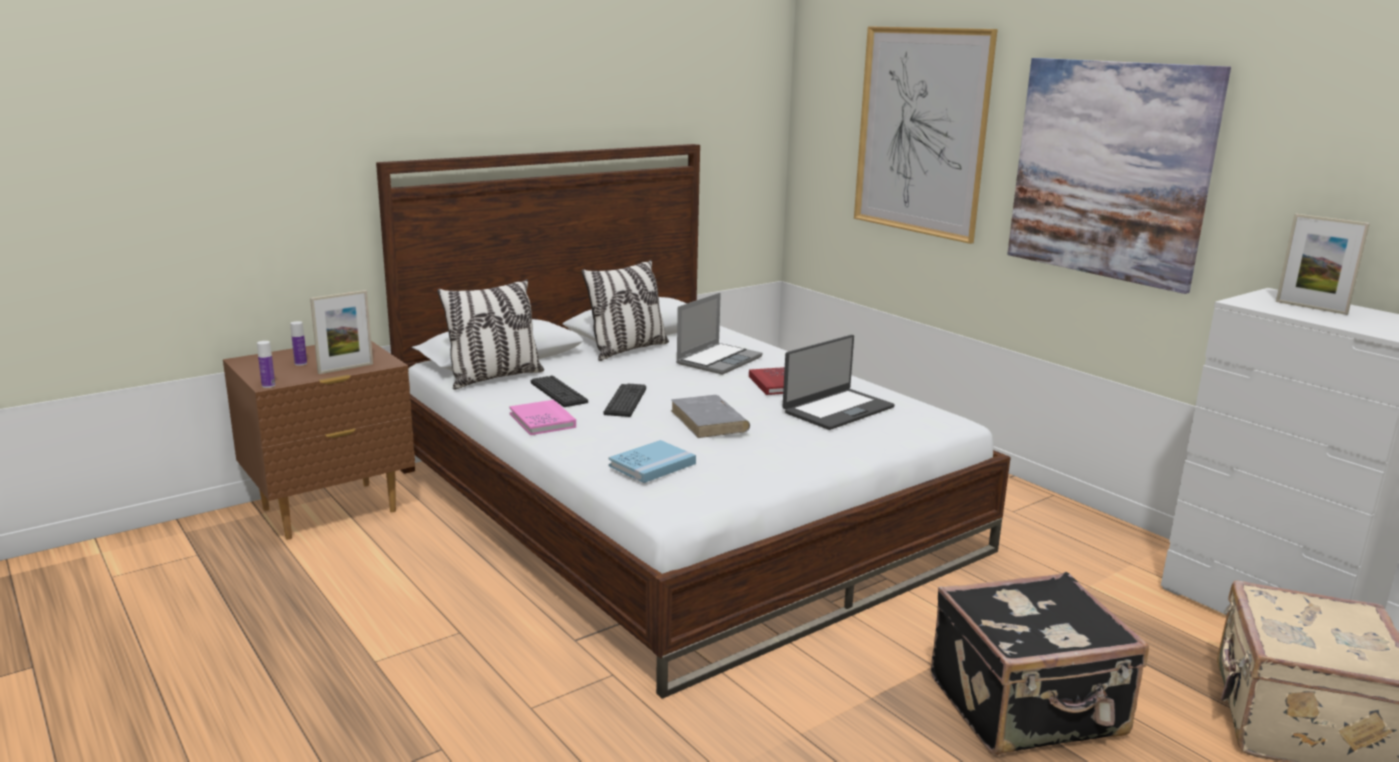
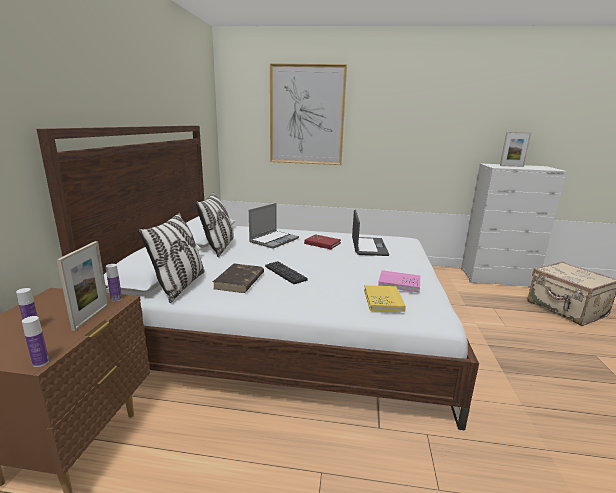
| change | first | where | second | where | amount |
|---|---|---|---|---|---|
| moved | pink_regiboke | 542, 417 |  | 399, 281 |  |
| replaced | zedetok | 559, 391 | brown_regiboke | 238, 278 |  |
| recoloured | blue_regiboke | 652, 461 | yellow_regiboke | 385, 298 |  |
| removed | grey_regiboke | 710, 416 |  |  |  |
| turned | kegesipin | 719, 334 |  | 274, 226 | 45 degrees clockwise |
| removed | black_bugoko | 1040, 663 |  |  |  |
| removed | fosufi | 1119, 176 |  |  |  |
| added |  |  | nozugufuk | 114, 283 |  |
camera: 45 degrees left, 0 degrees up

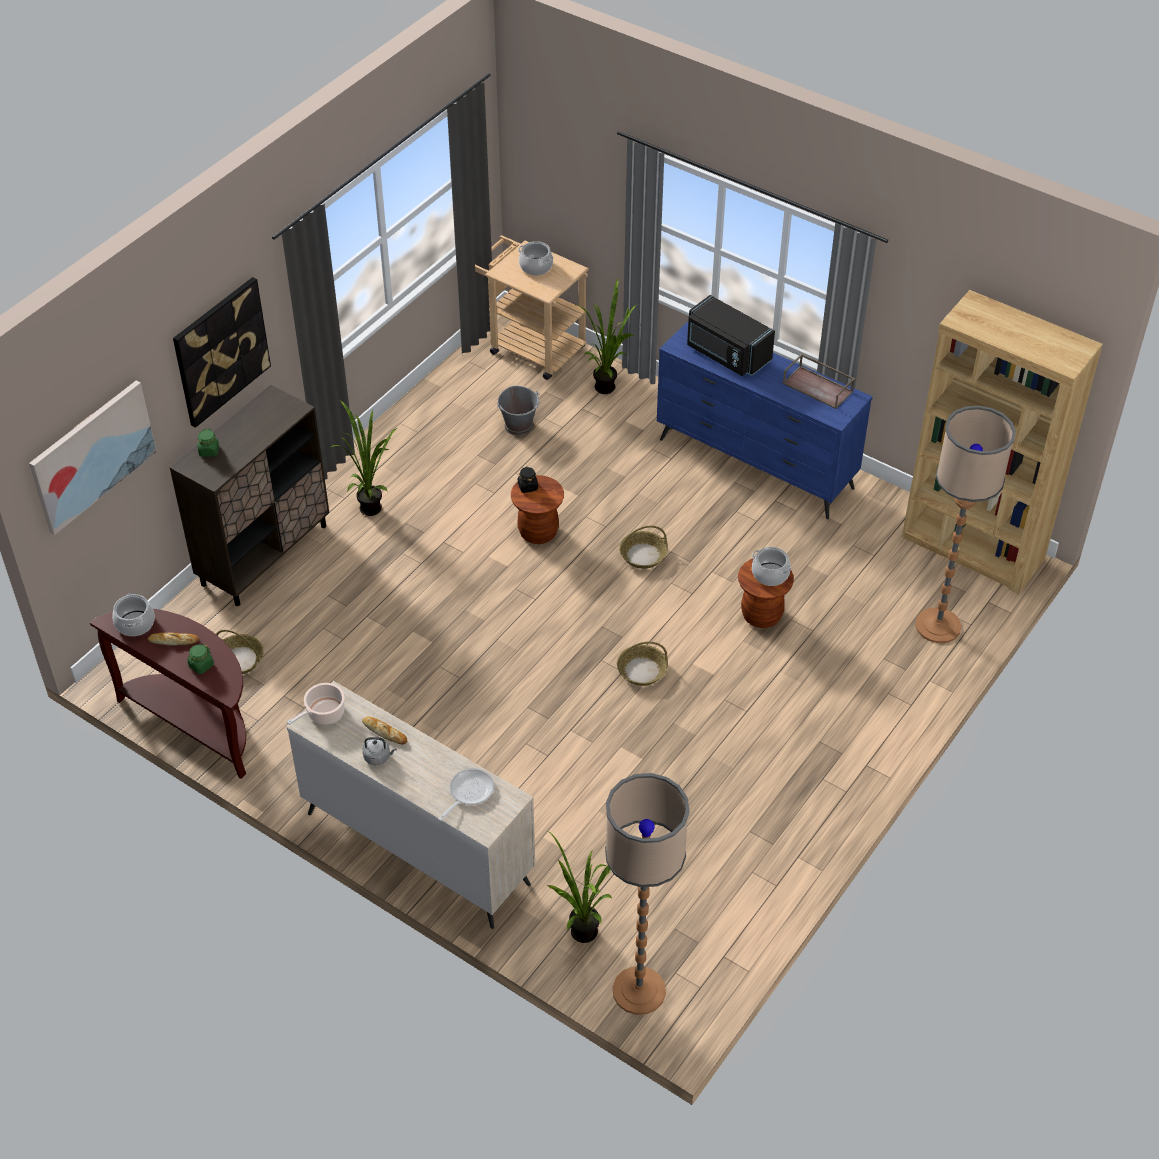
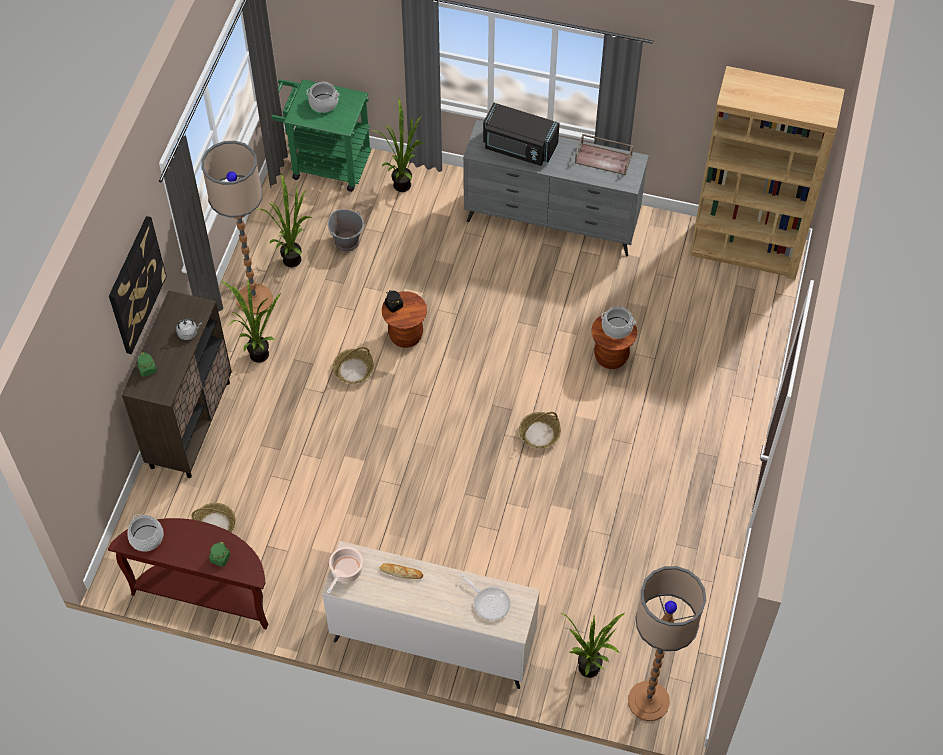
| change | first | where | second | where | amount |
|---|---|---|---|---|---|
| removed | fosufi | 93, 458 |  |  |  |
| removed | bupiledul | 173, 639 |  |  |  |
| moved | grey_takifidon | 379, 751 |  | 189, 329 |  |
| turned | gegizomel | 466, 794 |  | 486, 597 | 120 degrees clockwise |
| recoloured | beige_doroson | 532, 307 | green_doroson | 322, 135 |  |
| moved | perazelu | 643, 547 |  | 353, 365 |  |
| recoloured | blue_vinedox | 765, 420 | grey_vinedox | 556, 188 |  |
| moved | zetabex | 965, 524 |  | 237, 227 |  |
| added |  |  | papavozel | 284, 220 |  |
camera: 20 degrees left, 10 degrees up

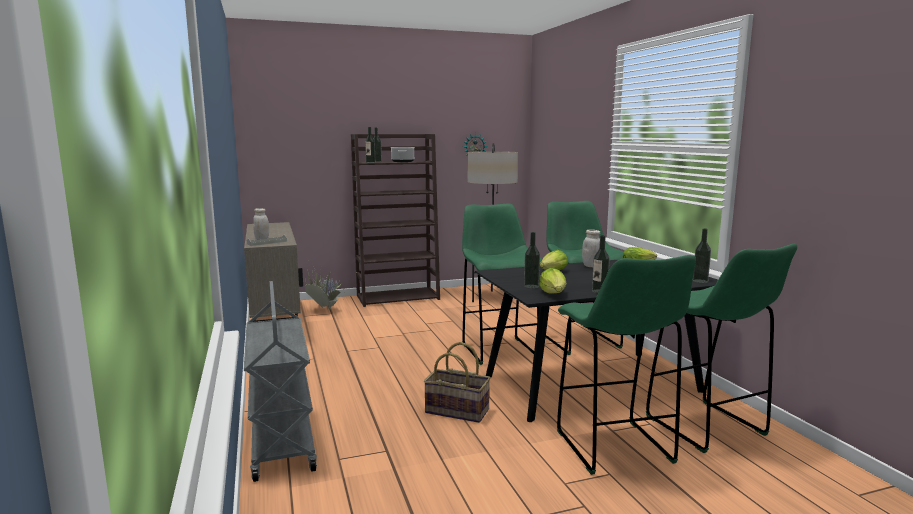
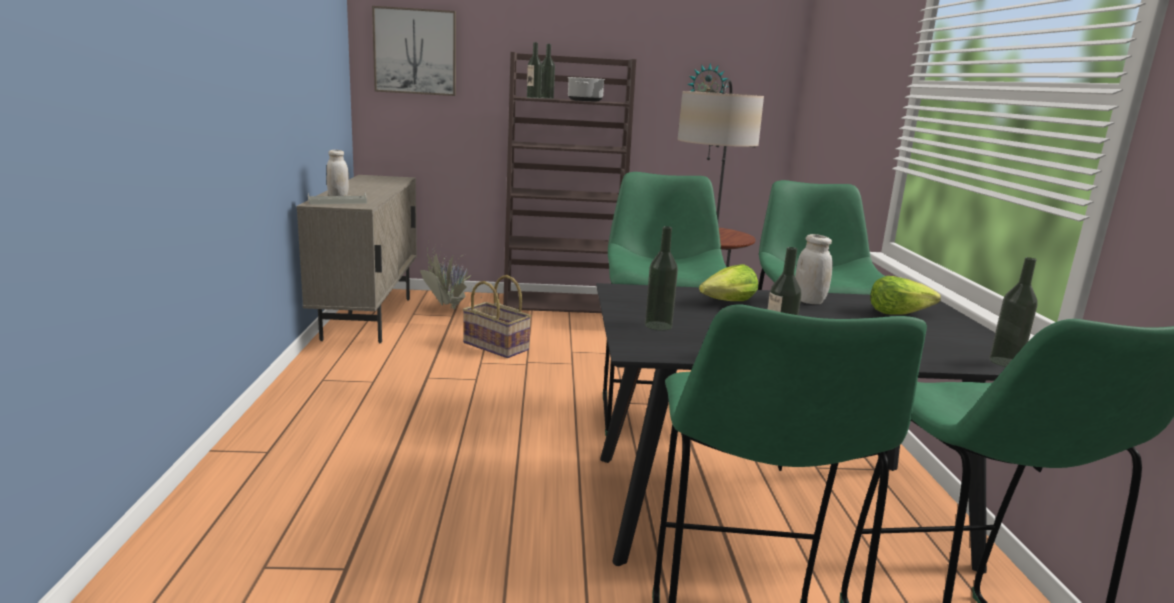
| change | first | where | second | where | amount |
|---|---|---|---|---|---|
| removed | grey_doroson | 280, 381 |  |  |  |
| moved | perazelu | 457, 382 |  | 496, 316 |  |
| removed | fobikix | 553, 280 |  |  |  |
| added |  |  | fosufi | 414, 51 |  |
camera: 15 degrees right, 5 degrees up

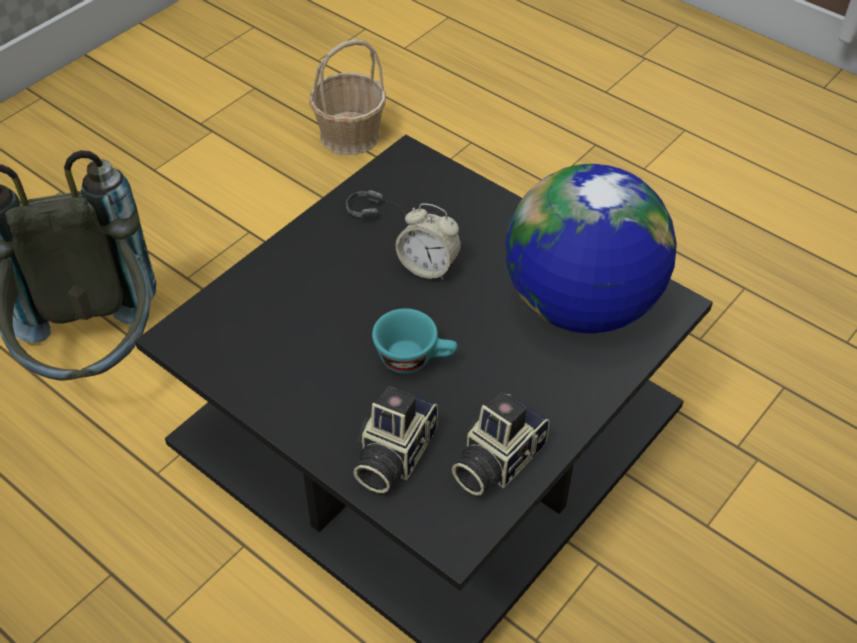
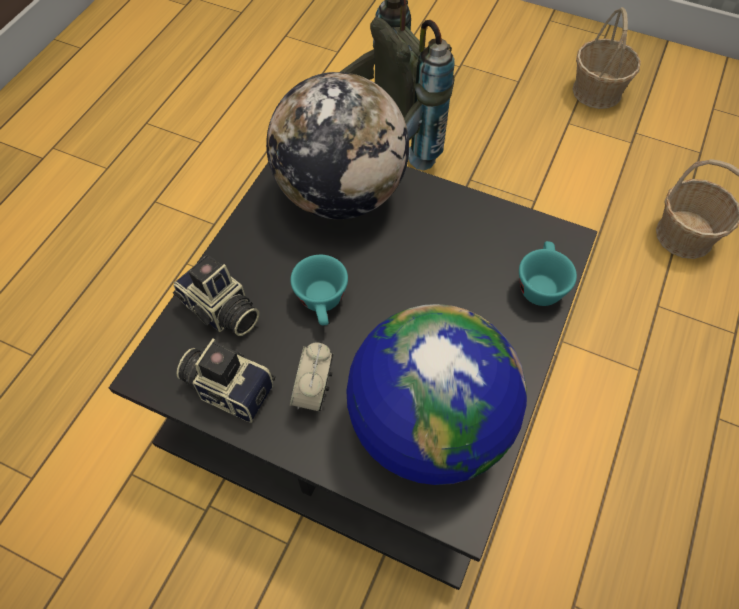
| change | first | where | second | where | amount |
|---|---|---|---|---|---|
| removed | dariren | 394, 205 |  |  |  |
| turned | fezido | 395, 439 |  | 216, 295 | 150 degrees counterclockwise |
| moved | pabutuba | 428, 241 |  | 311, 377 |  |
| added |  |  | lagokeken | 337, 145 |  |
| added |  |  | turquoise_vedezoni | 548, 273 |  |
| added |  |  | perazelu | 606, 58 |  |
camera: 75 degrees right, 10 degrees up

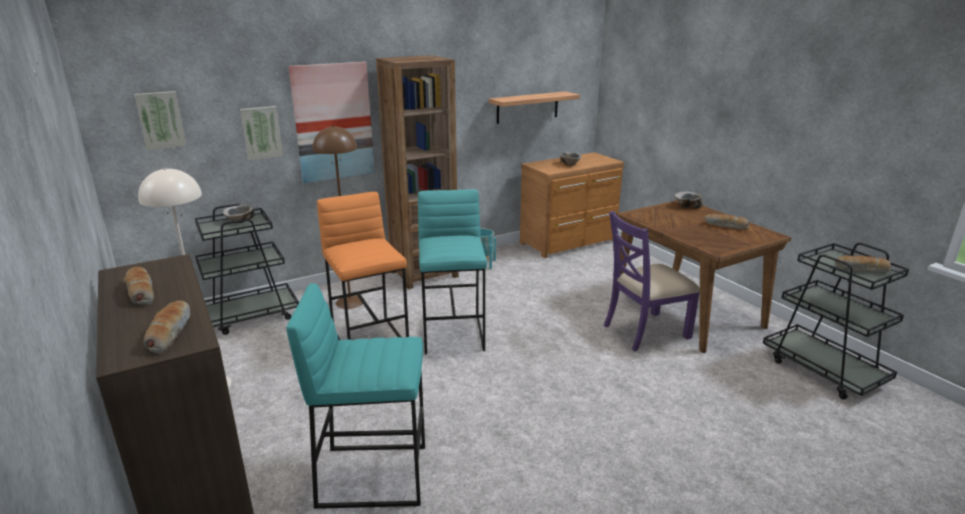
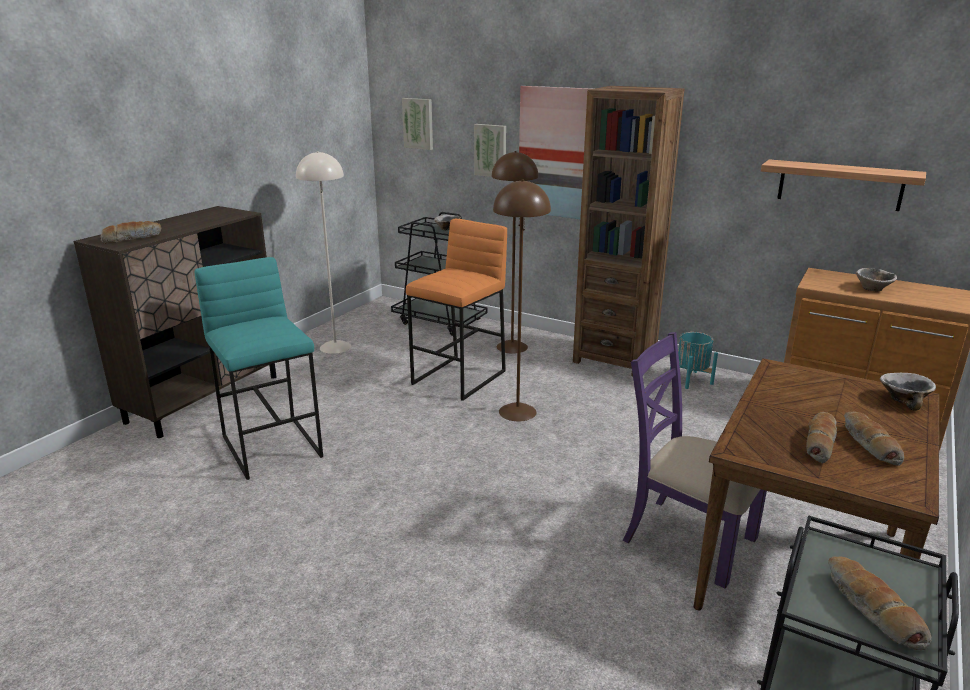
| change | first | where | second | where | amount |
|---|---|---|---|---|---|
| moved | bupiledul | 138, 286 |  | 821, 438 |  |
| replaced | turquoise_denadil | 452, 271 | brown_zetabex | 522, 300 |  |
camera: 60 degrees right, 0 degrees up

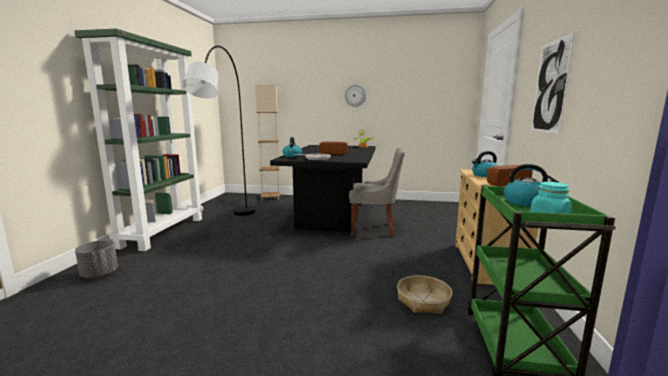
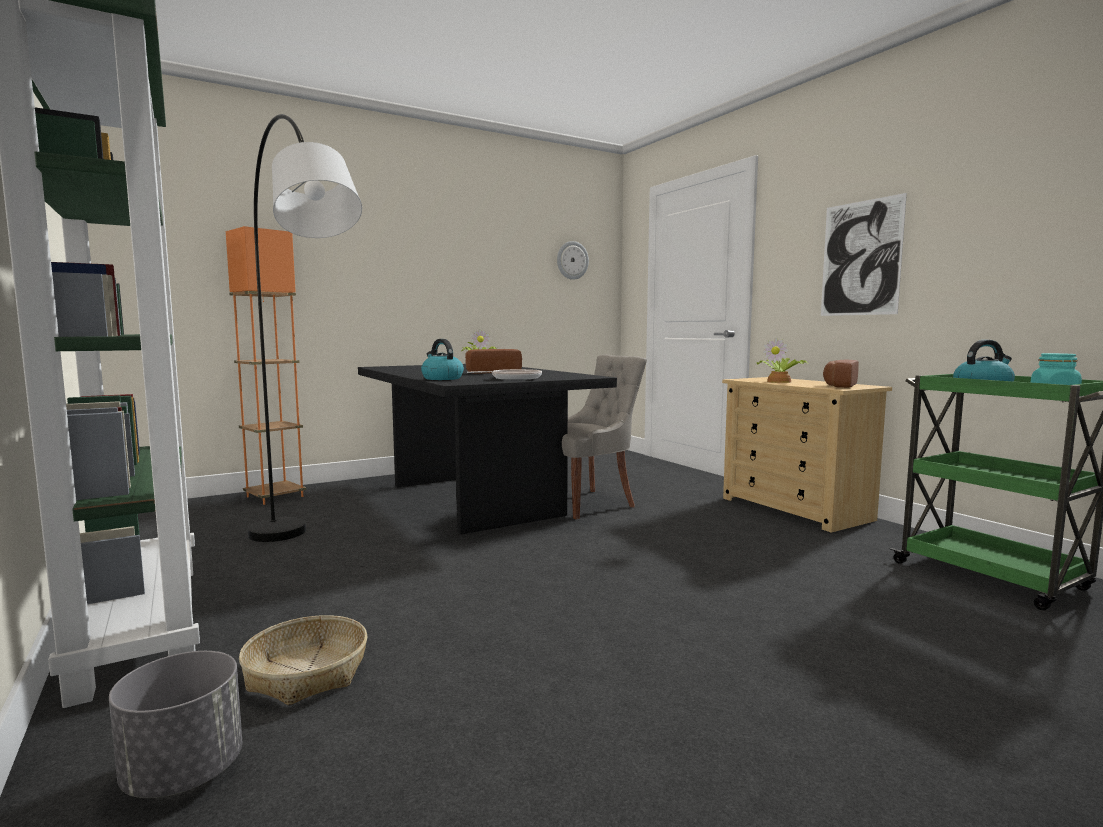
| change | first | where | second | where | amount |
|---|---|---|---|---|---|
| recoloured | beige_zetabex | 267, 143 | orange_zetabex | 266, 365 |  |
| moved | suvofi | 355, 95 |  | 573, 260 |  |
| moved | perazelu | 425, 294 |  | 303, 660 |  |
| replaced | takifidon | 485, 164 | papavozel | 782, 360 |  |
camera: 40 degrees left, 5 degrees down

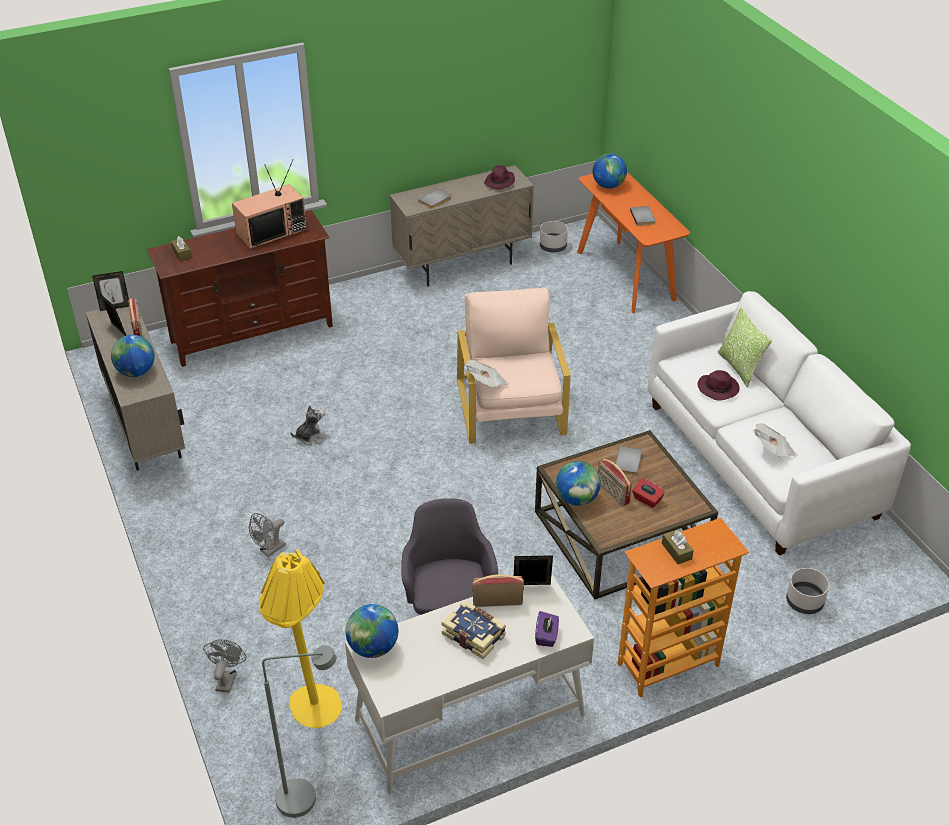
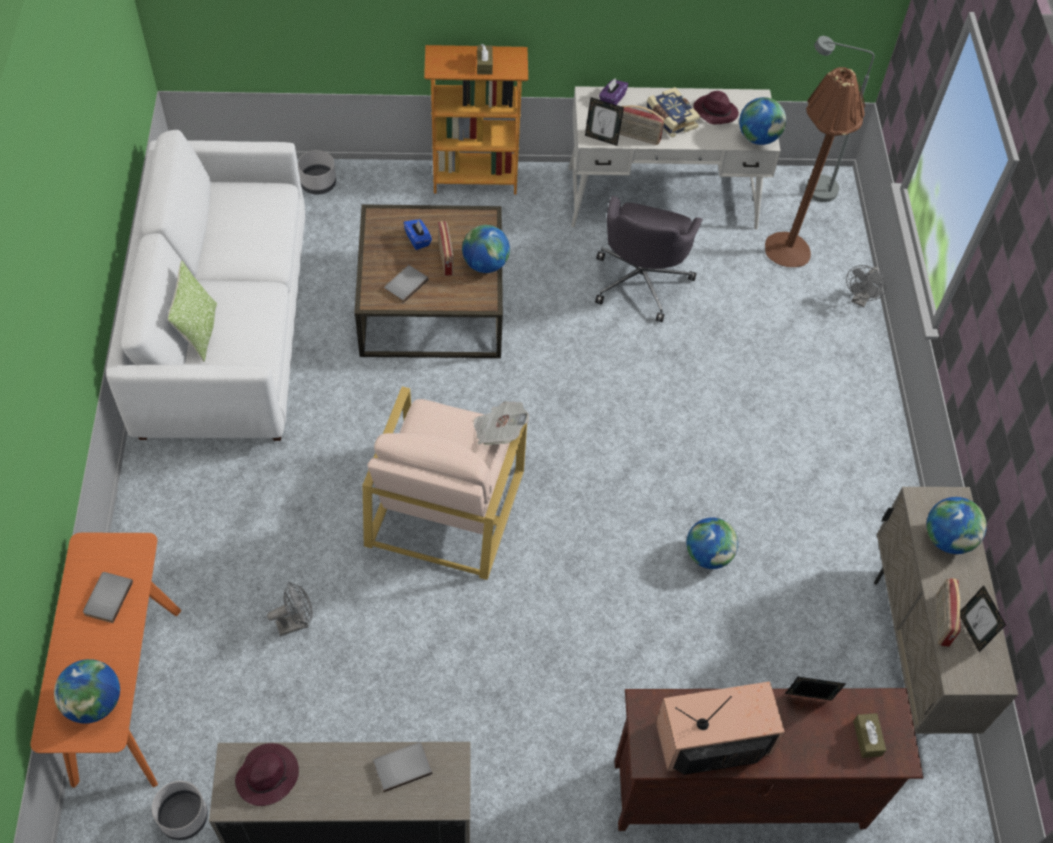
| change | first | where | second | where | amount |
|---|---|---|---|---|---|
| moved | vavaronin | 110, 291 |  | 815, 689 |  |
| moved | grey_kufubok | 267, 535 |  | 290, 609 |  |
| recoloured | yellow_zetabex | 301, 638 | brown_zetabex | 815, 167 |  |
| replaced | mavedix | 308, 425 | lagokeken | 712, 543 |  |
| recoloured | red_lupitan | 648, 493 | blue_lupitan | 418, 234 |  |
| moved | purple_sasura | 718, 385 |  | 716, 108 |  |
| removed | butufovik | 775, 440 |  |  |  |
camera: 160 degrees left, 15 degrees up

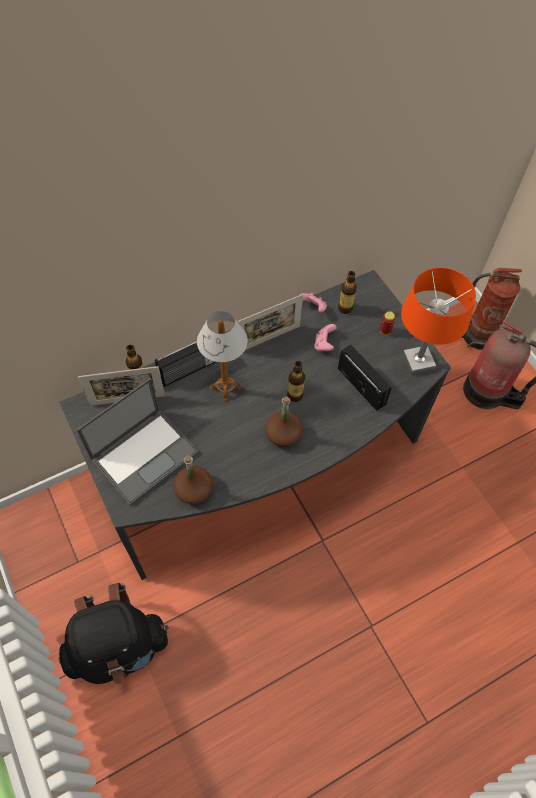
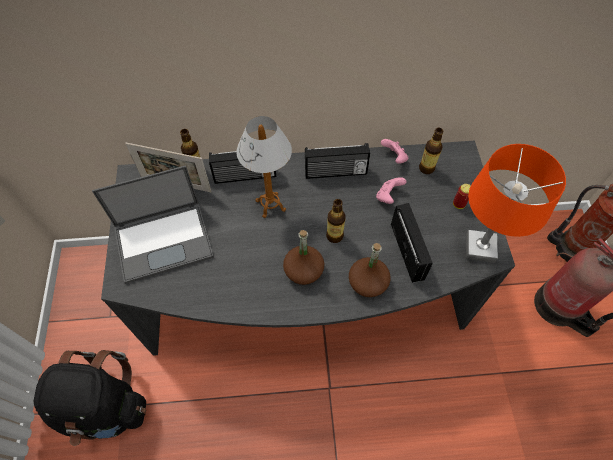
| change | first | where | second | where | amount |
|---|---|---|---|---|---|
| moved | brown_nozugufuk | 193, 479 |  | 369, 270 |  |
| replaced | vavaronin | 270, 322 | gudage | 337, 161 |  |
camera: 25 degrees right, 0 degrees up

